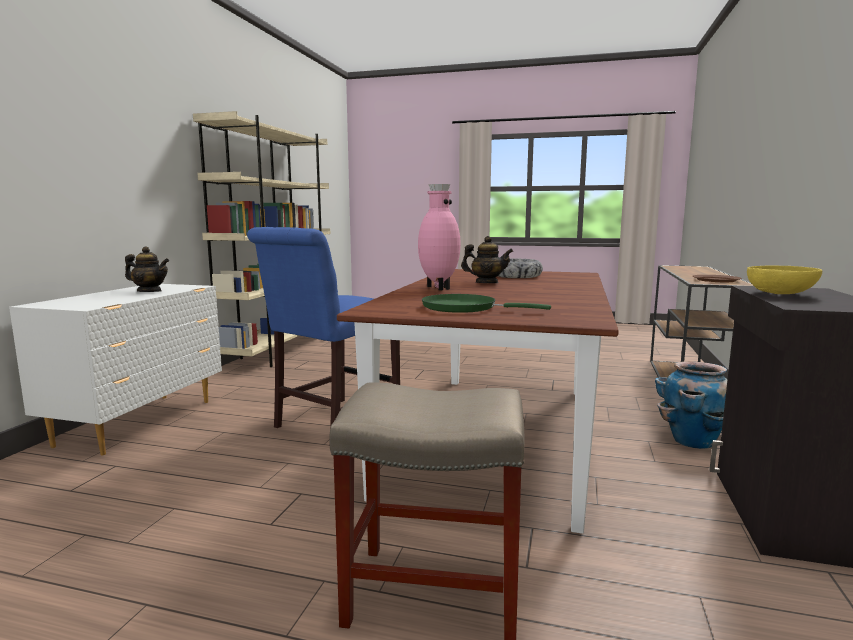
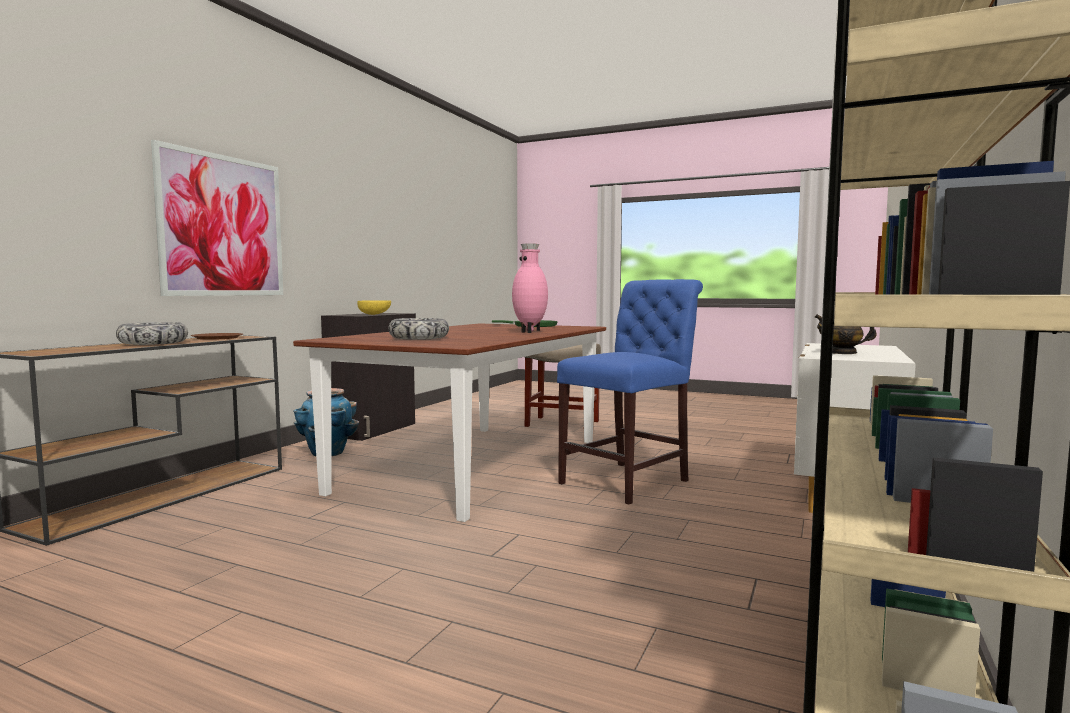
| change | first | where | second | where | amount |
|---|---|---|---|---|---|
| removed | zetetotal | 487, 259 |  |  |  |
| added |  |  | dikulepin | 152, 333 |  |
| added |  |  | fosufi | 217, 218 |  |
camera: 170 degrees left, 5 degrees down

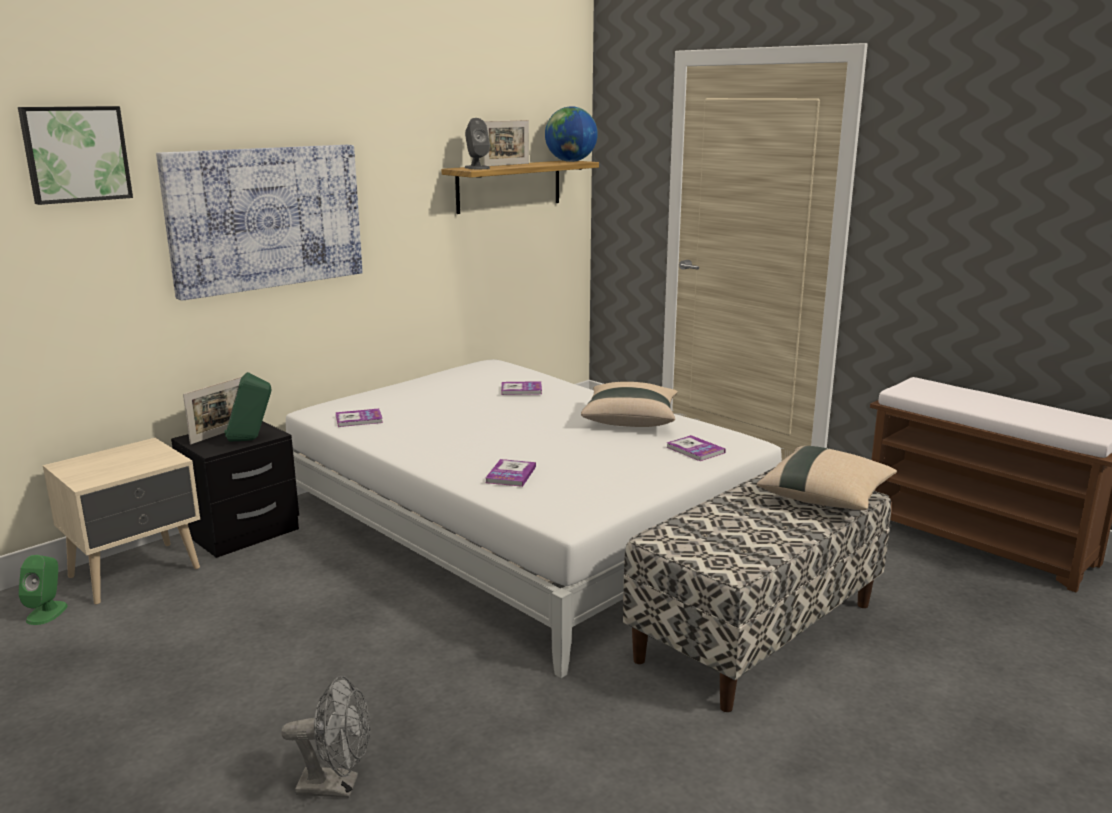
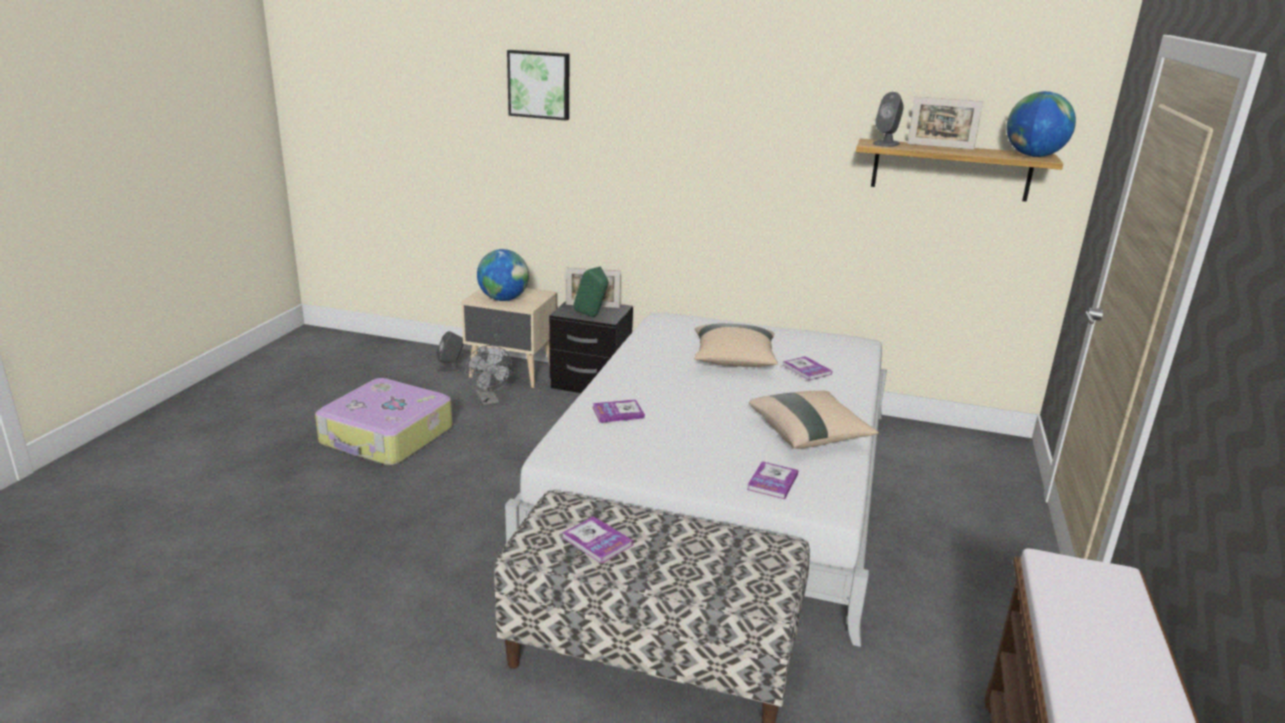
| change | first | where | second | where | amount |
|---|---|---|---|---|---|
| recoloured | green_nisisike | 43, 590 | grey_nisisike | 451, 352 |  |
| removed | fosufi | 259, 223 |  |  |  |
| moved | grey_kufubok | 325, 737 |  | 489, 375 |  |
| moved | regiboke | 359, 418 |  | 597, 540 |  |
| moved | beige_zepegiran | 827, 478 |  | 736, 345 |  |
| added |  |  | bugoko | 384, 422 |  |
| added |  |  | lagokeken | 503, 275 |  |
camera: 60 degrees right, 5 degrees up

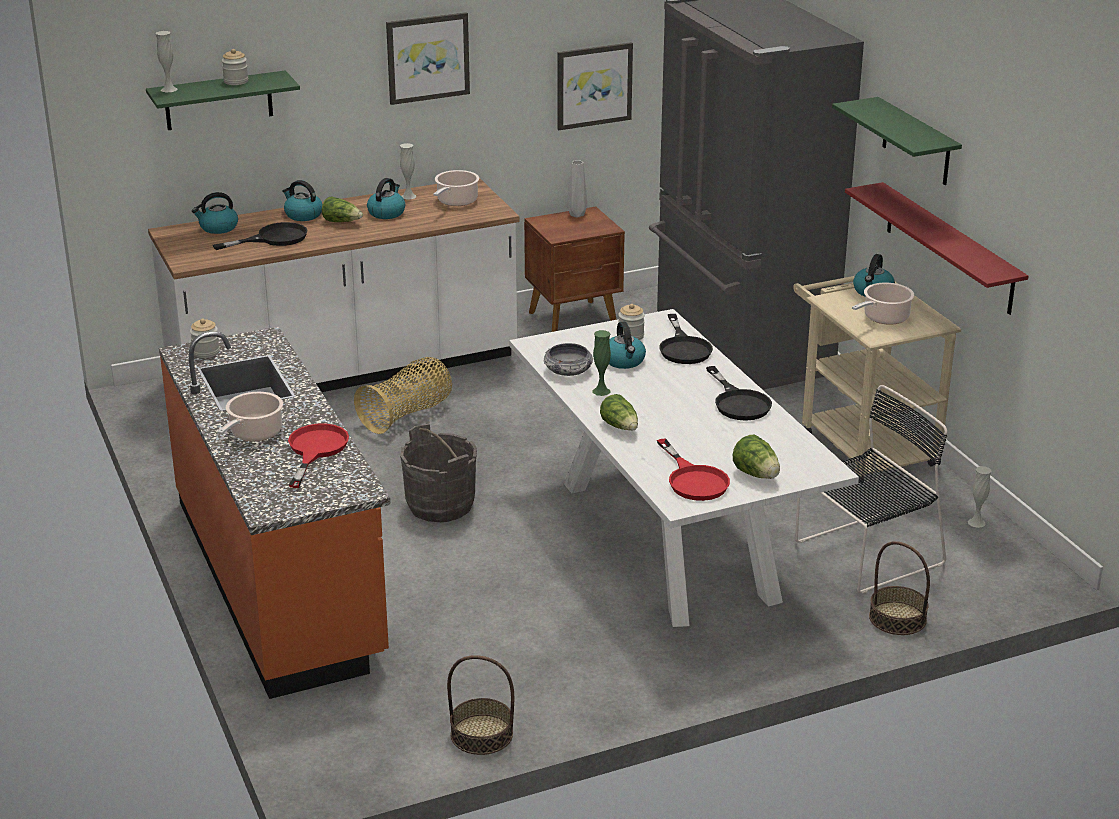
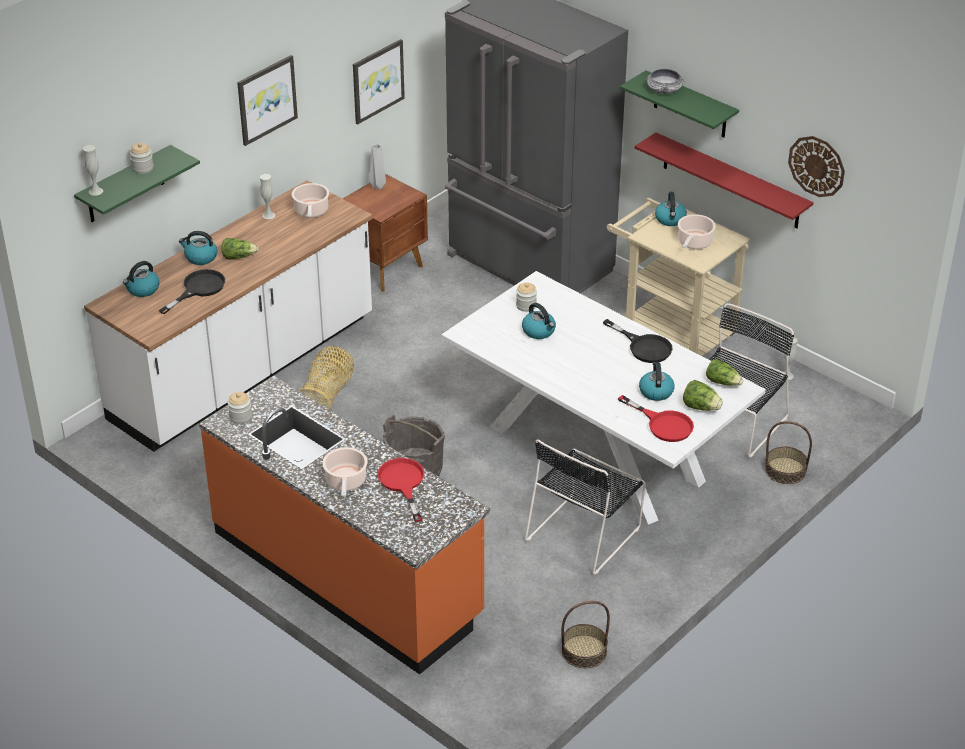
| change | first | where | second | where | amount |
|---|---|---|---|---|---|
| moved | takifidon | 386, 198 |  | 657, 381 |  |
| moved | dikulepin | 568, 359 |  | 665, 81 |  |
| removed | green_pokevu | 601, 363 |  |  |  |
| moved | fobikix | 619, 412 |  | 724, 372 |  |
| removed | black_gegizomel | 686, 339 |  |  |  |
| added |  |  | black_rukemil | 585, 507 |  |
| added |  |  | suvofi | 816, 166 |  |
camera: 25 degrees left, 10 degrees up

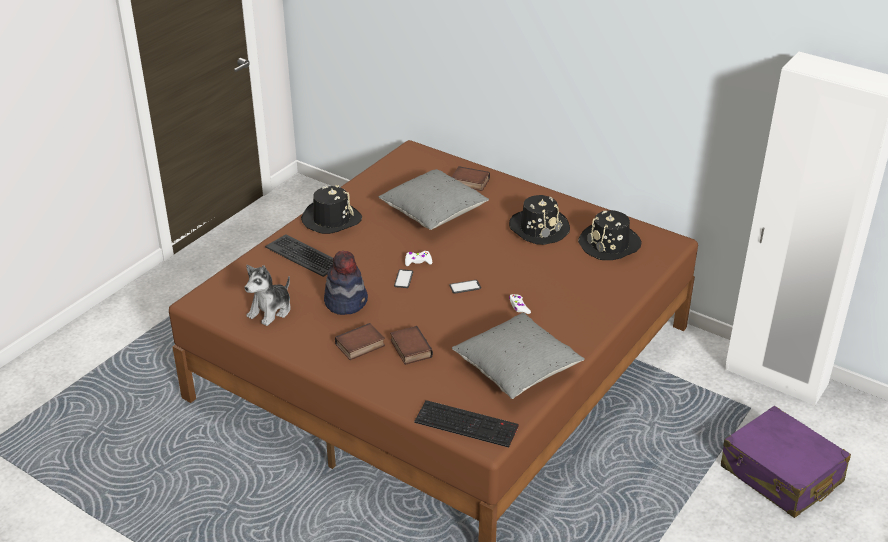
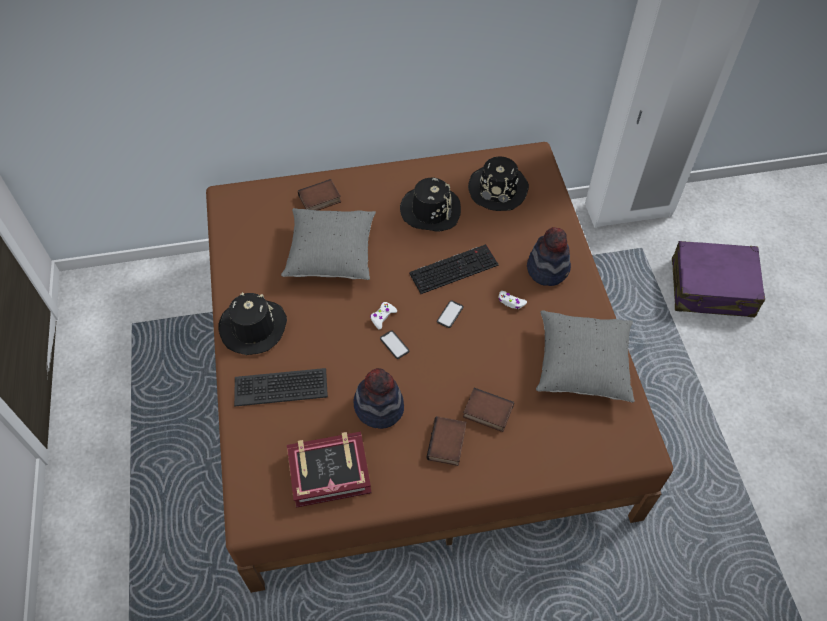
| change | first | where | second | where | amount |
|---|---|---|---|---|---|
| replaced | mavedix | 268, 295 | regiboke | 329, 470 |  |
| moved | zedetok | 466, 424 |  | 454, 269 |  |
| added |  |  | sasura | 549, 256 |  |
camera: 45 degrees left, 20 degrees up

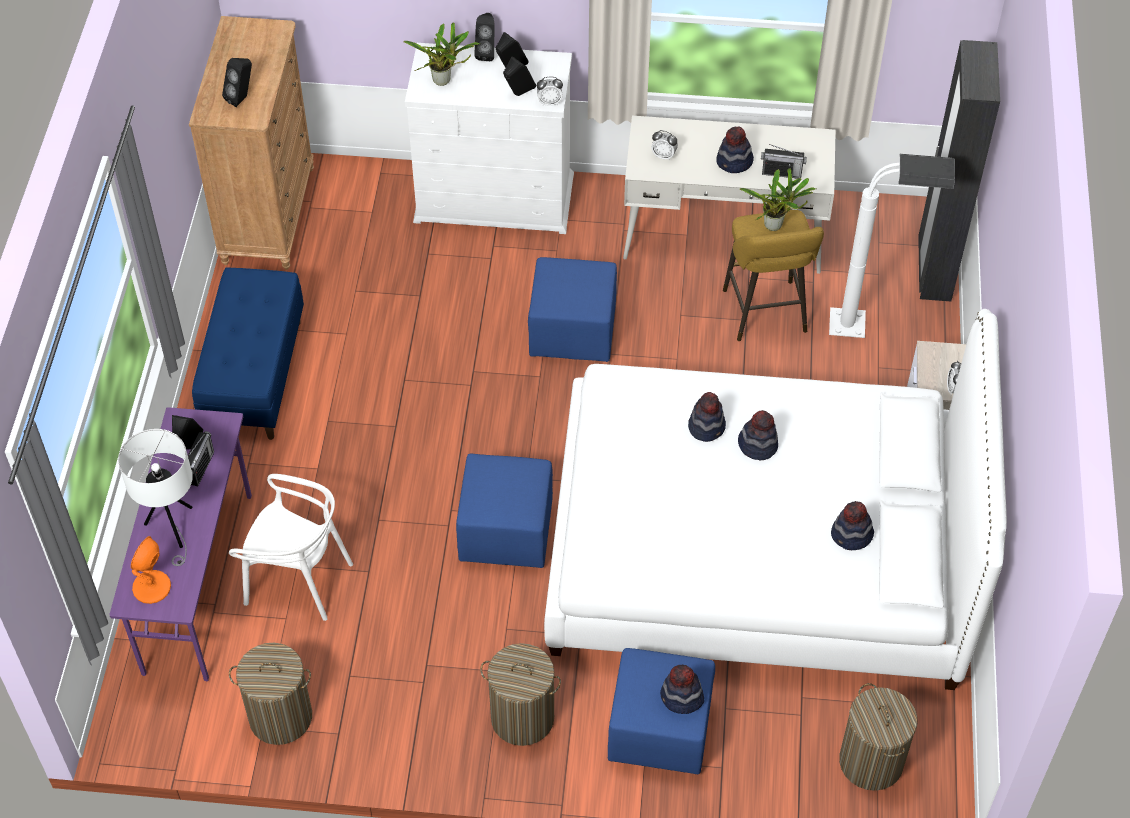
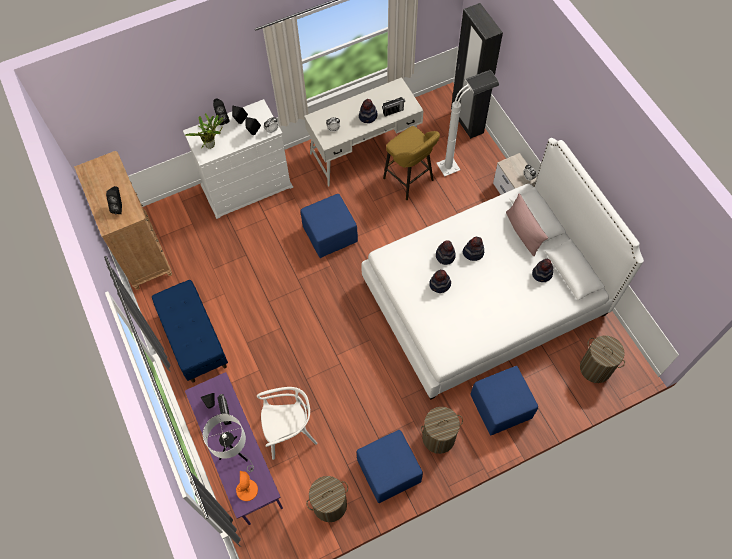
| change | first | where | second | where | amount |
|---|---|---|---|---|---|
| moved | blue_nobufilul | 504, 511 |  | 389, 466 |  |
| moved | sasura | 682, 689 |  | 440, 281 |  |
| removed | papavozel | 778, 199 |  |  |  |
| added |  |  | pink_zepegiran | 527, 225 |  |
camera: 30 degrees left, 10 degrees up

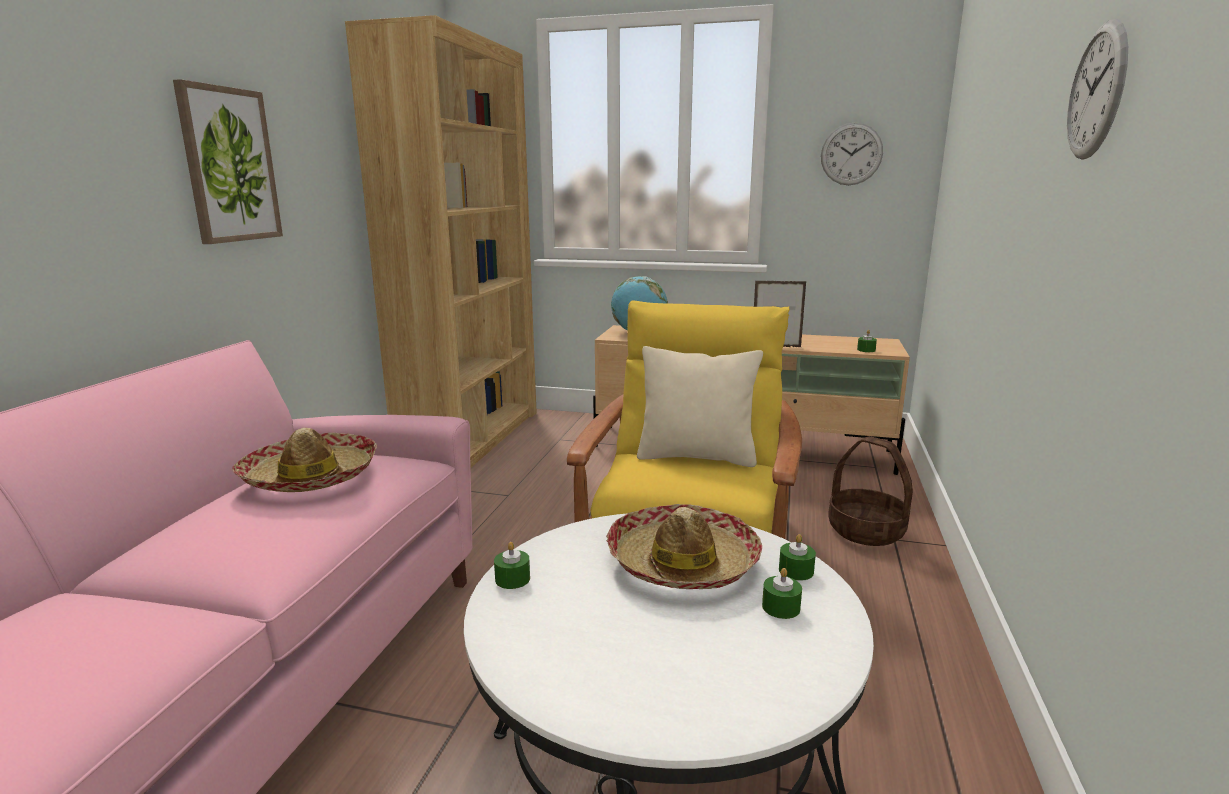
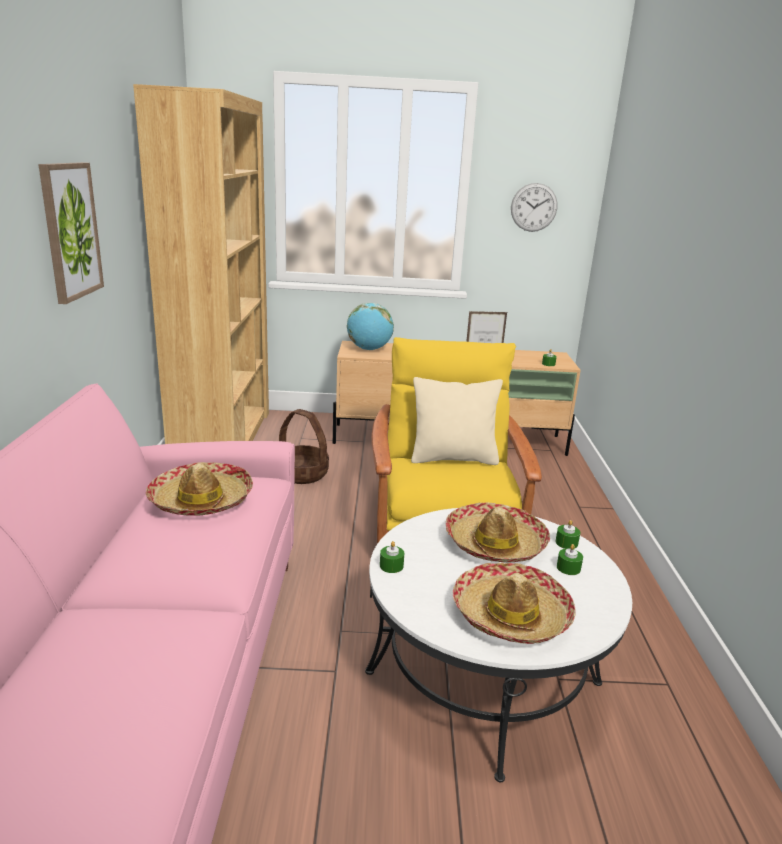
| change | first | where | second | where | amount |
|---|---|---|---|---|---|
| moved | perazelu | 870, 491 |  | 304, 446 |  |
| removed | suvofi | 1097, 89 |  |  |  |
| added |  |  | sasura | 514, 603 |  |
camera: 15 degrees left, 5 degrees up

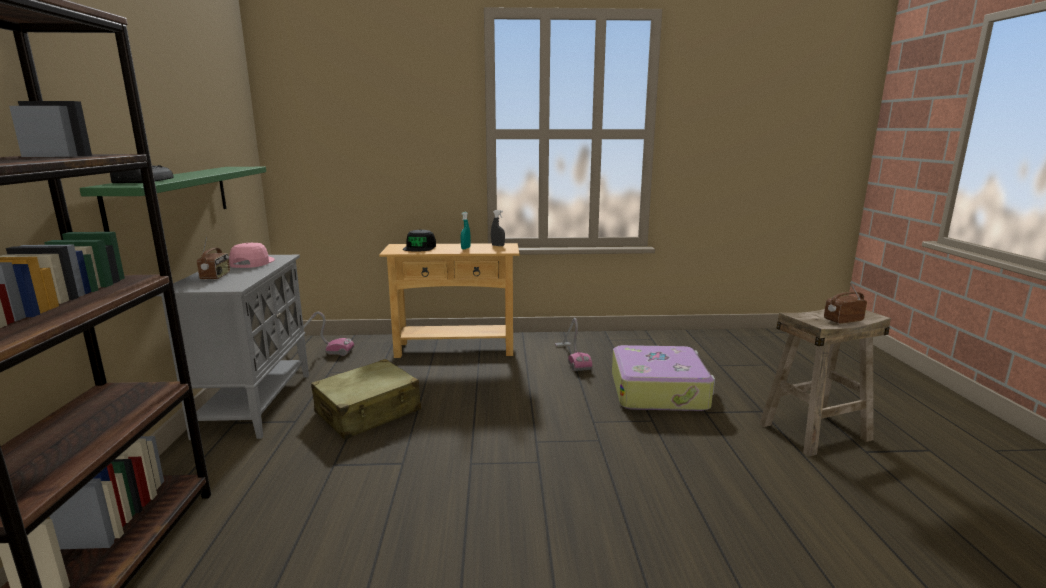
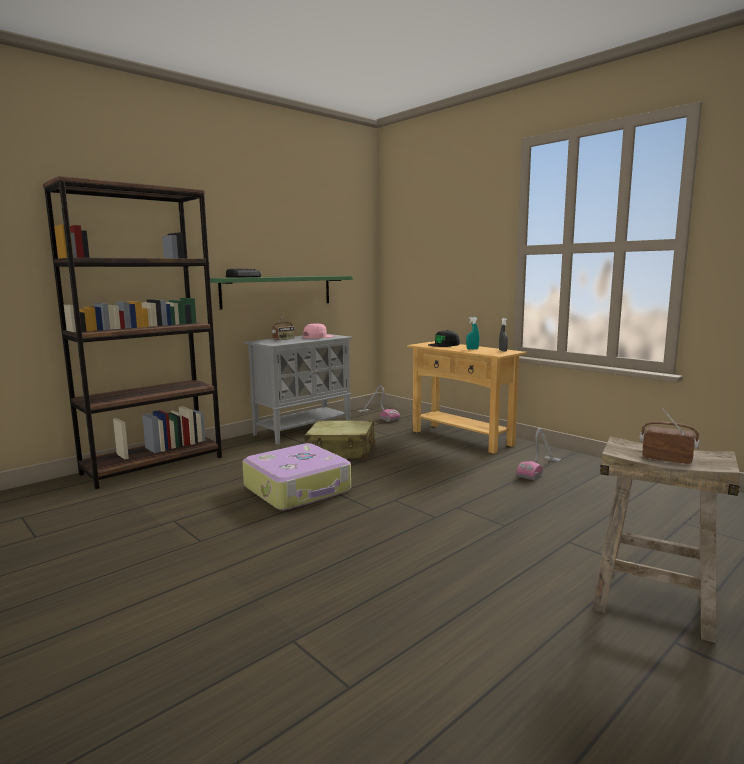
| change | first | where | second | where | amount |
|---|---|---|---|---|---|
| moved | bugoko | 663, 378 |  | 296, 477 |  |
camera: 50 degrees right, 5 degrees down

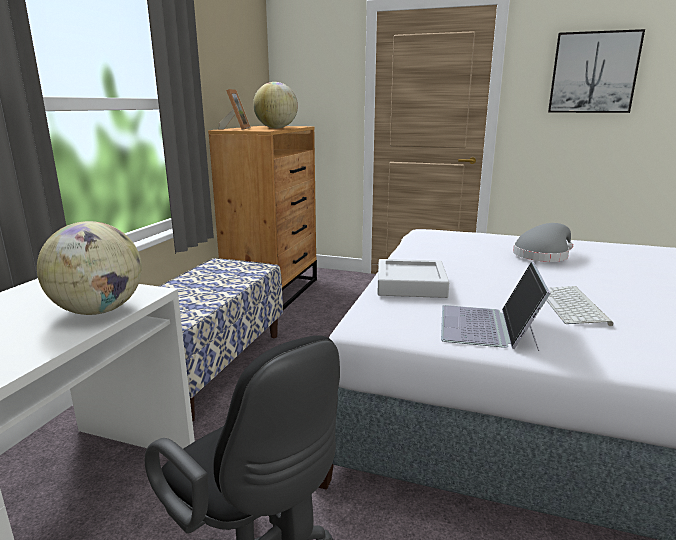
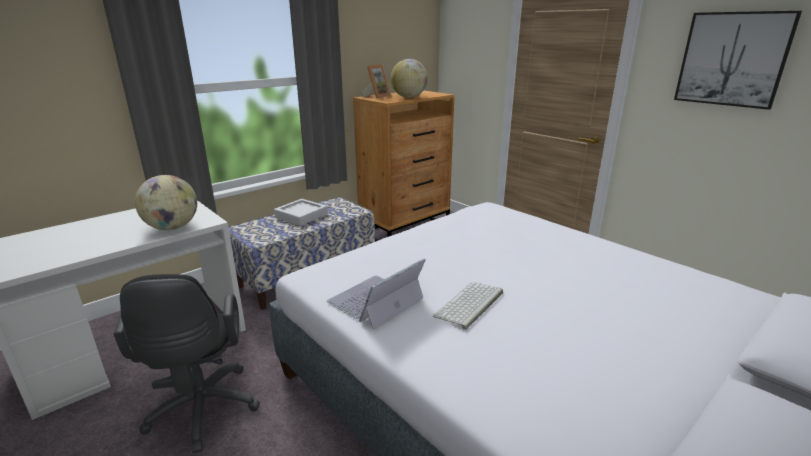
| change | first | where | second | where | amount |
|---|---|---|---|---|---|
| moved | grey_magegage | 413, 278 |  | 301, 212 |  |
| removed | grey_sasura | 543, 242 |  |  |  |
camera: 30 degrees right, 5 degrees up

